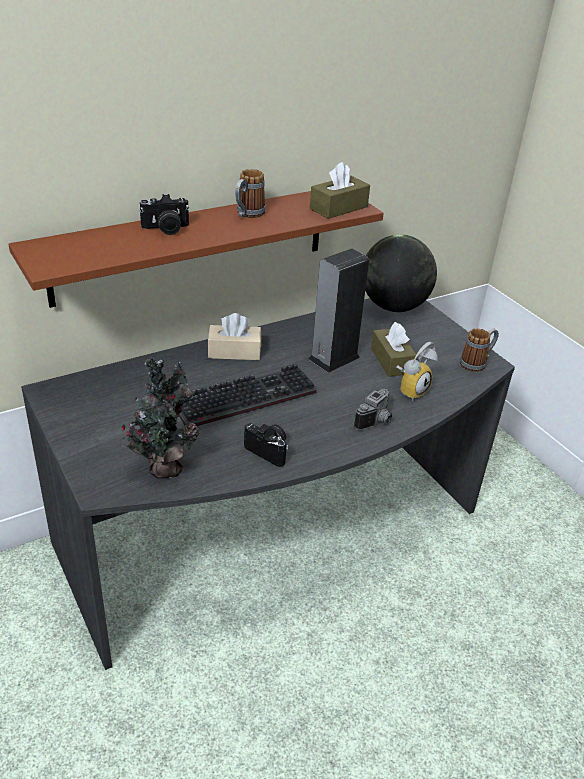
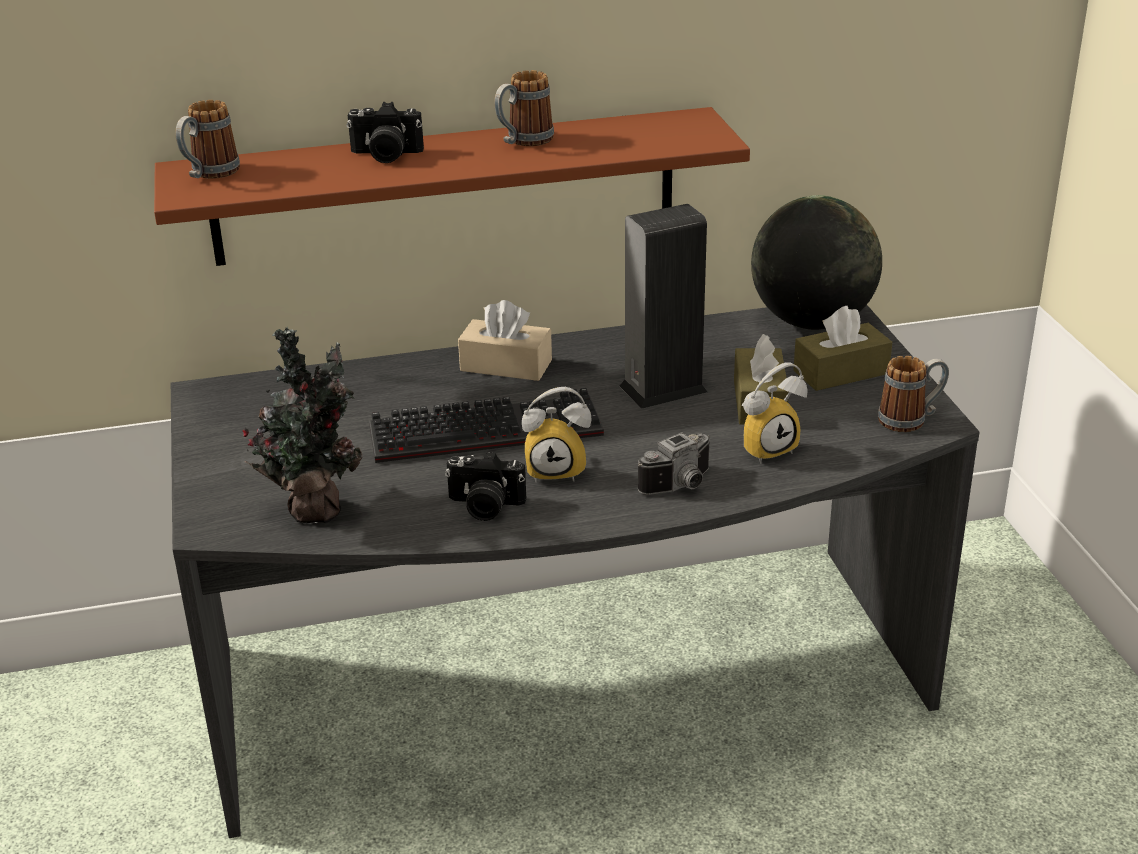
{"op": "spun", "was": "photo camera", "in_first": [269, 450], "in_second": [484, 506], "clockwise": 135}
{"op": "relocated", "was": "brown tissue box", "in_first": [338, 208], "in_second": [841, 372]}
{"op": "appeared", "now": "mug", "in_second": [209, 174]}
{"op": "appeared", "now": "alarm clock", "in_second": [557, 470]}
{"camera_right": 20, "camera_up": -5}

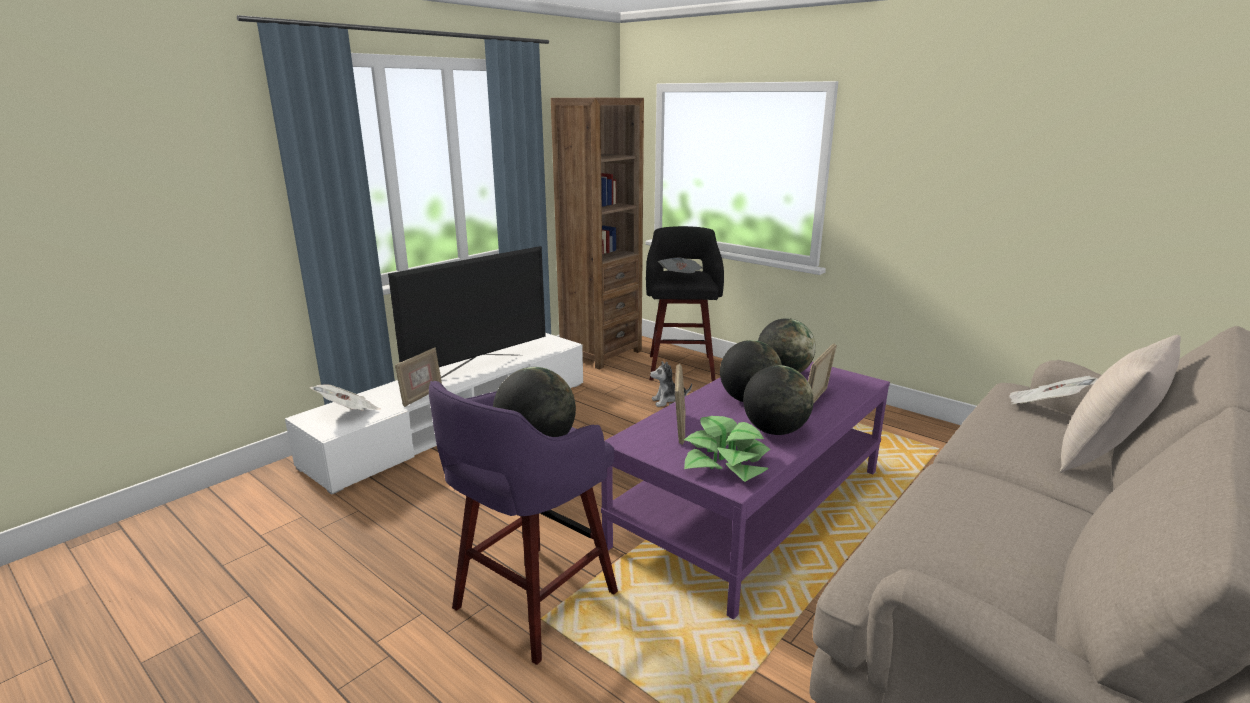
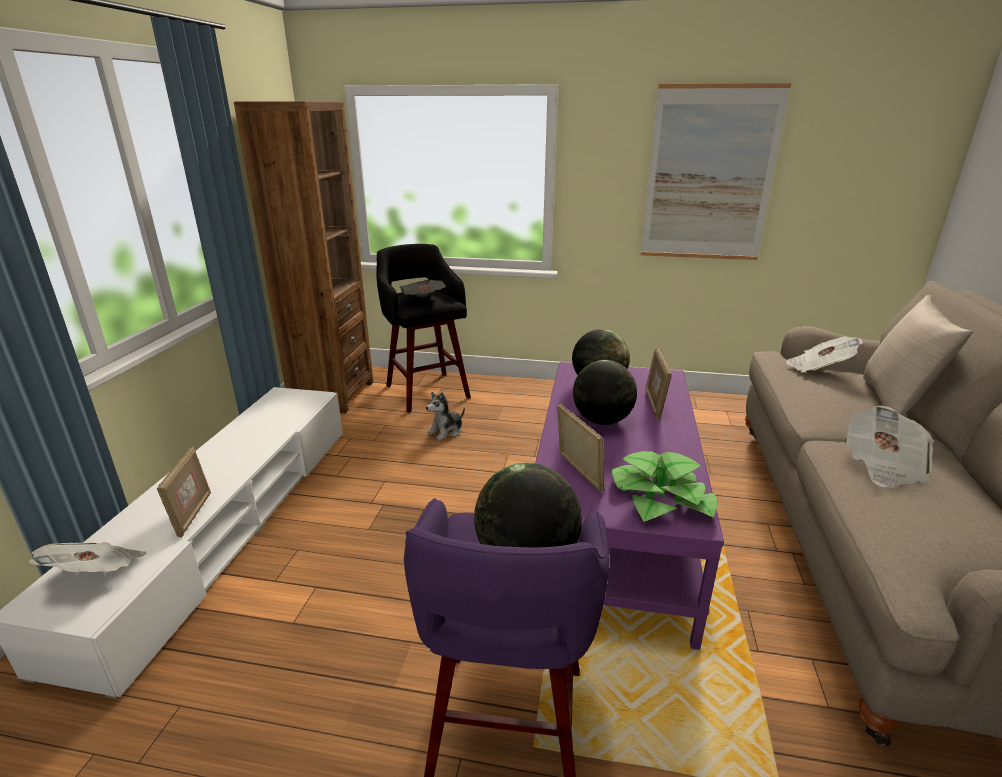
{"op": "missing", "was": "television", "in_first": [479, 367]}
{"op": "missing", "was": "globe", "in_first": [775, 431]}
{"op": "appeared", "now": "picture", "in_second": [709, 175]}
{"op": "appeared", "now": "newspaper", "in_second": [882, 466]}
{"camera_right": -30, "camera_up": 5}

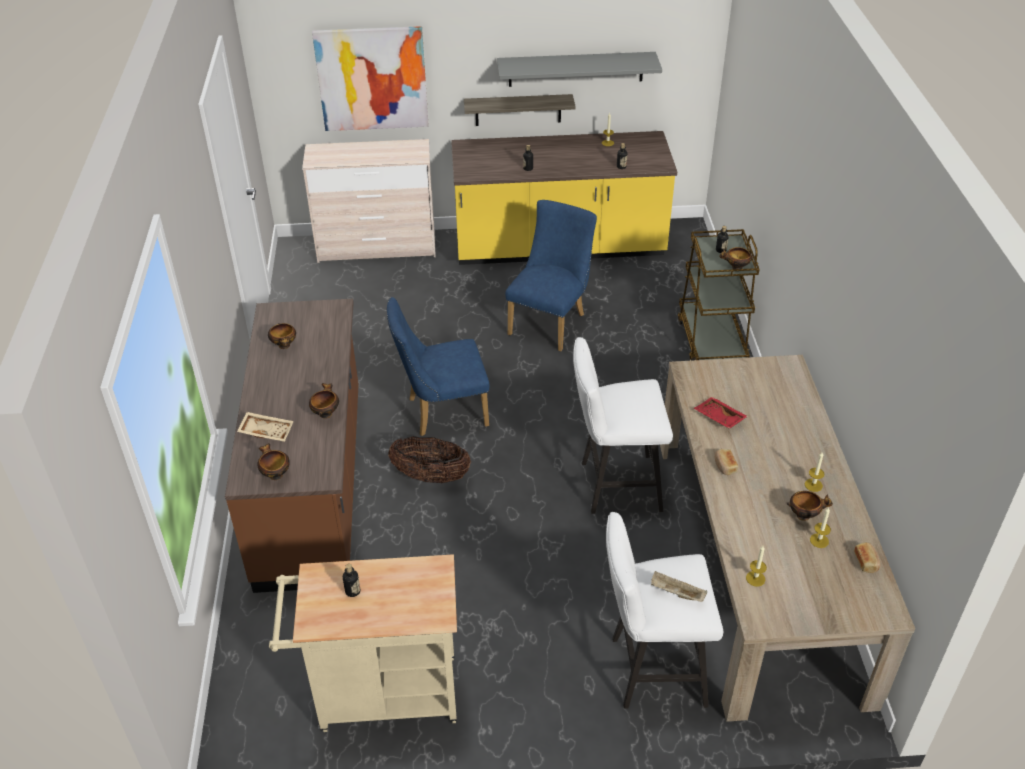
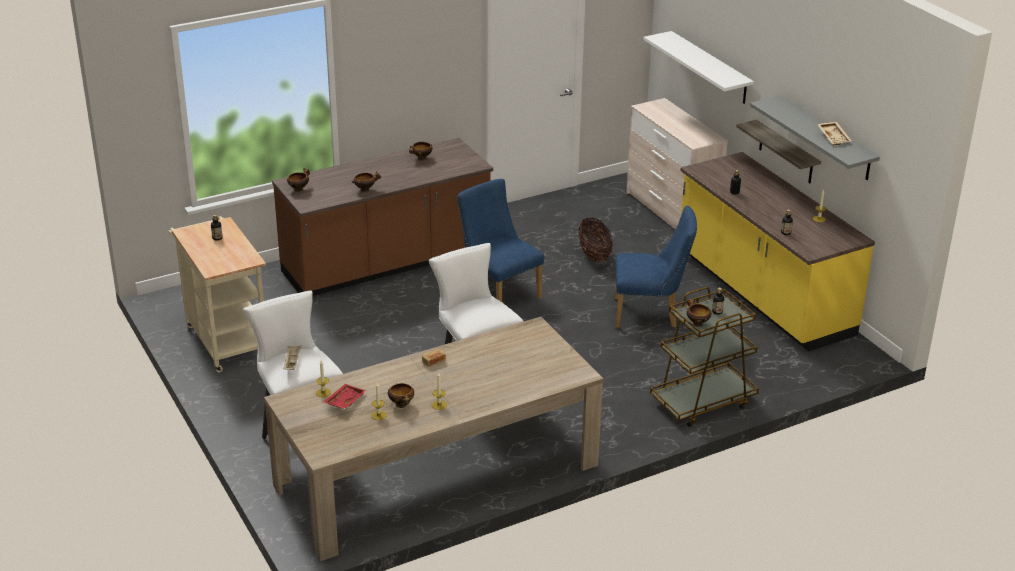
{"op": "relocated", "was": "beige tray", "in_first": [267, 431], "in_second": [834, 137]}
{"op": "exchanged", "was": "picture", "now": "white shelf", "in_first": [372, 79], "in_second": [710, 68]}
{"op": "relocated", "was": "basket", "in_first": [431, 476], "in_second": [594, 256]}
{"op": "relocated", "was": "red tray", "in_first": [718, 418], "in_second": [344, 401]}
{"op": "missing", "was": "bread", "in_first": [866, 562]}
{"camera_right": 65, "camera_up": -10}

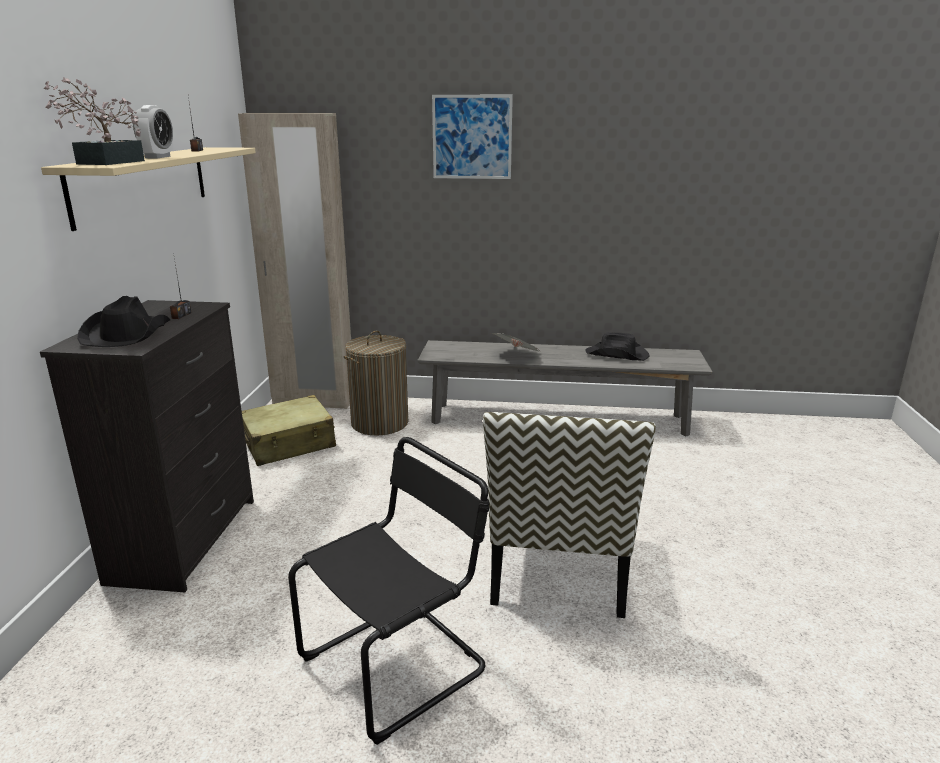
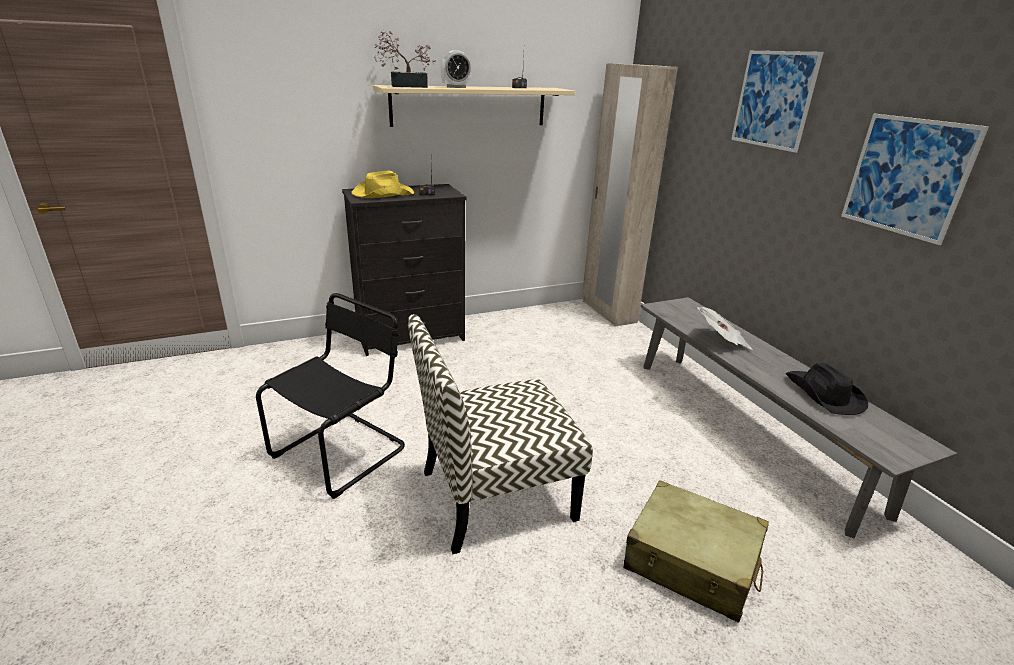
{"op": "colour", "was": "black hat", "now": "yellow hat", "in_first": [126, 334], "in_second": [382, 194]}
{"op": "relocated", "was": "beige suitcase", "in_first": [289, 443], "in_second": [692, 562]}
{"op": "spun", "was": "black chair", "in_first": [399, 662], "in_second": [343, 450], "clockwise": -75}
{"op": "missing", "was": "laundry basket", "in_first": [380, 423]}
{"op": "appeared", "now": "picture", "in_second": [907, 176]}
{"camera_right": 60, "camera_up": 5}

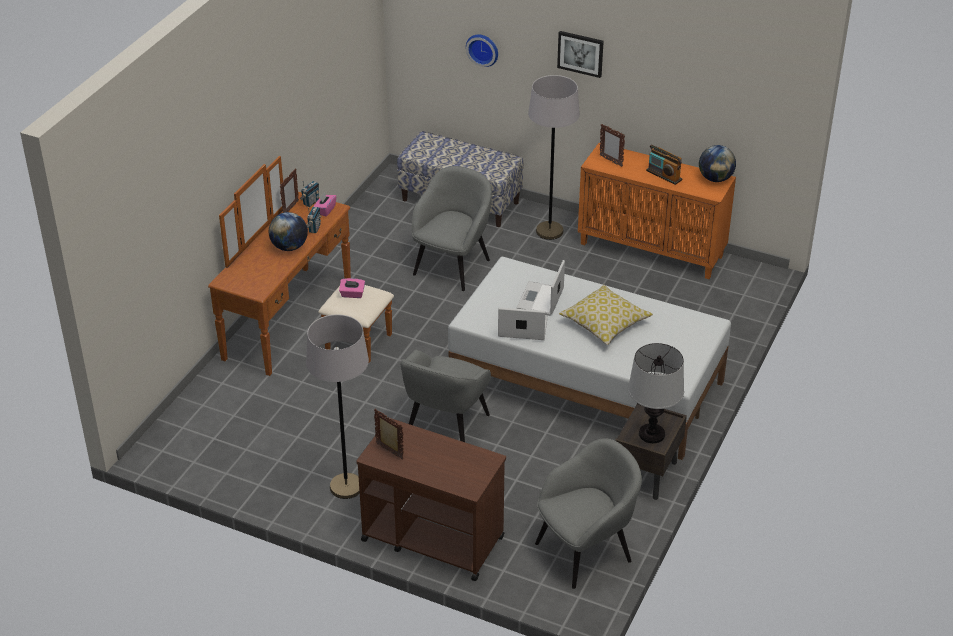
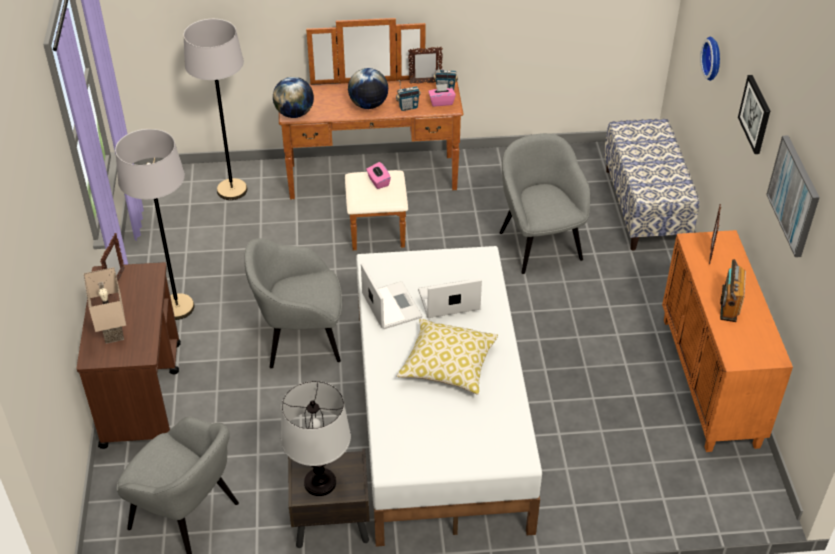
{"op": "spun", "was": "grey armchair", "in_first": [452, 266], "in_second": [539, 244], "clockwise": -105}
{"op": "relocated", "was": "grey floor lamp", "in_first": [549, 231], "in_second": [232, 190]}
{"op": "relocated", "was": "globe", "in_first": [715, 178], "in_second": [294, 114]}
{"op": "appeared", "now": "beige table lamp", "in_second": [111, 331]}
{"op": "appeared", "now": "picture", "in_second": [794, 195]}
{"camera_right": 60, "camera_up": 5}

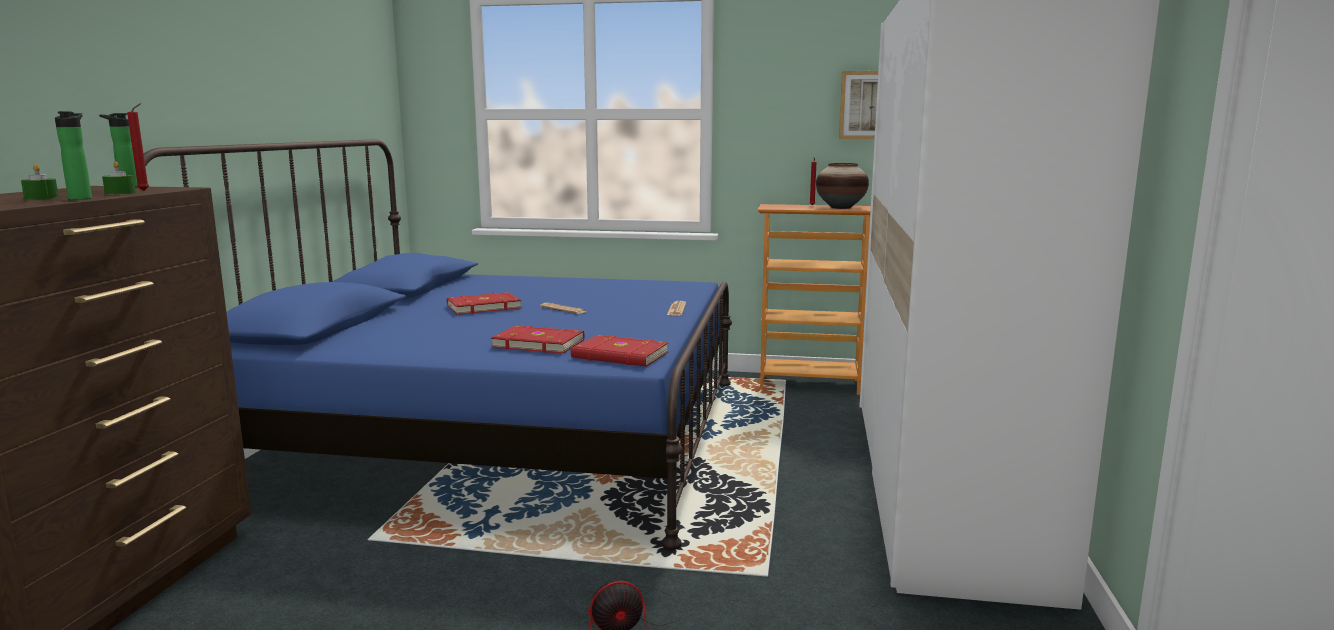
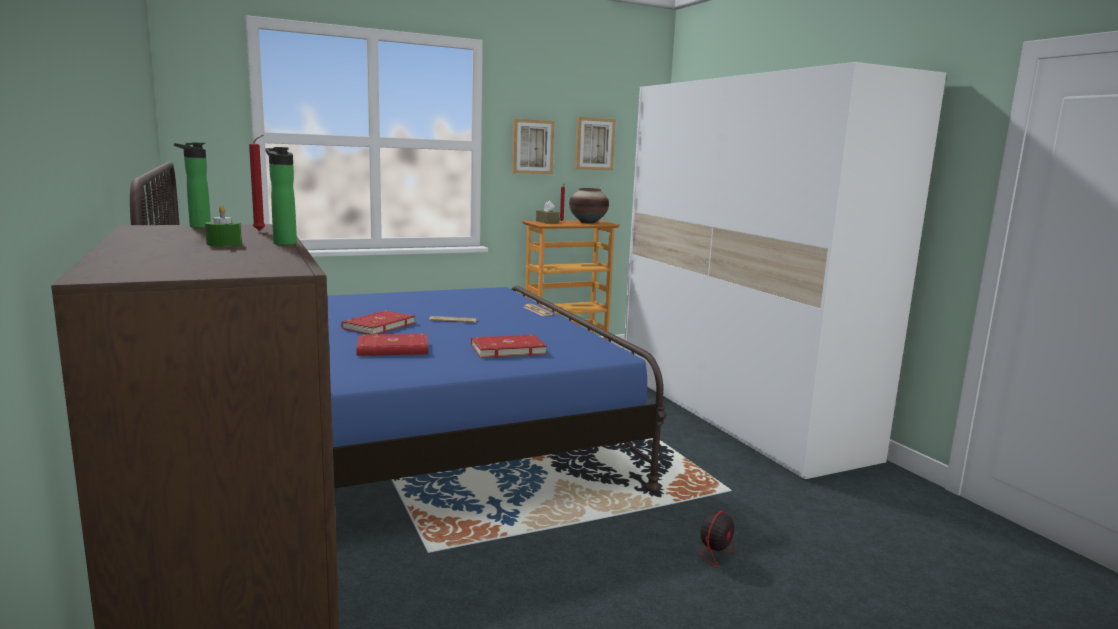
{"op": "missing", "was": "green candle", "in_first": [120, 193]}
{"op": "relocated", "was": "red book", "in_first": [620, 356], "in_second": [393, 349]}
{"op": "appeared", "now": "picture", "in_second": [532, 146]}
{"op": "appeared", "now": "brown tissue box", "in_second": [547, 222]}
{"camera_right": -35, "camera_up": 0}

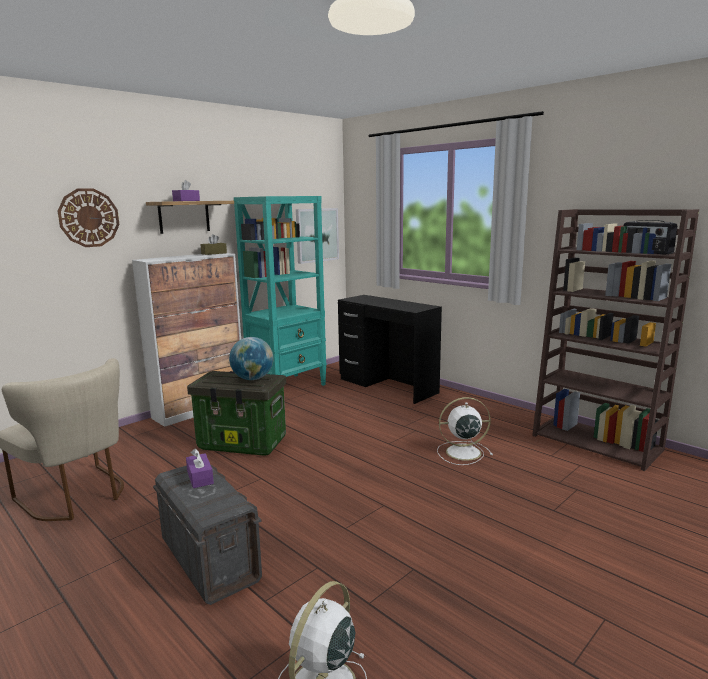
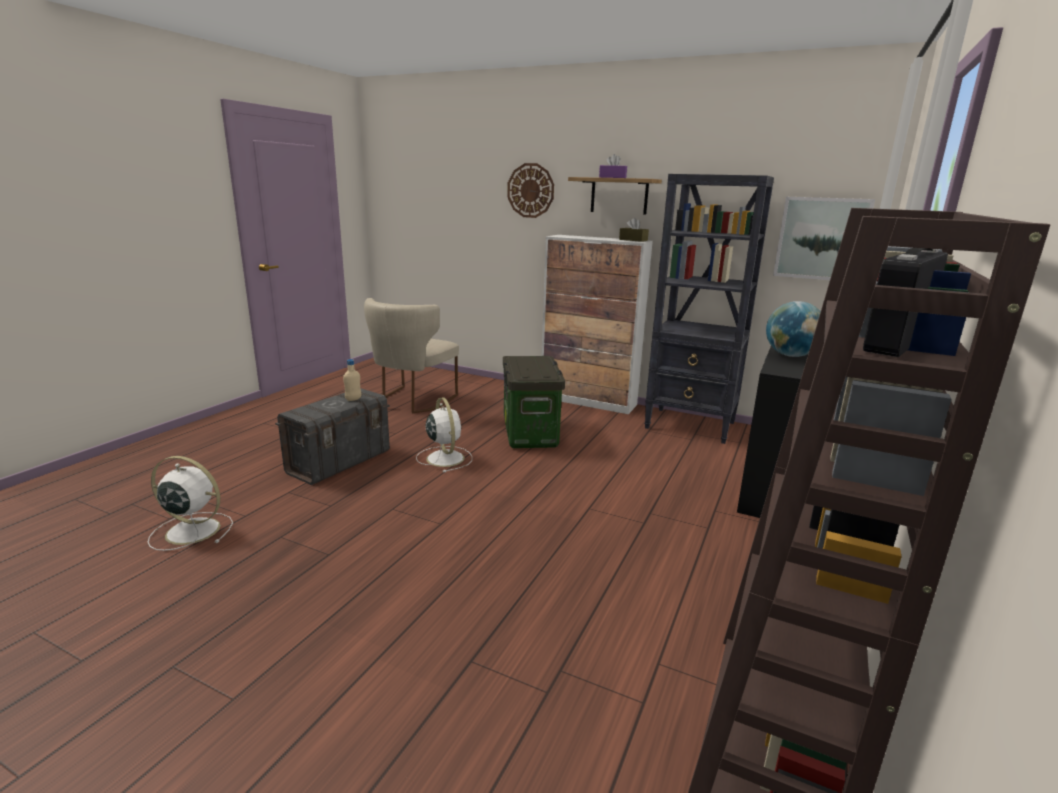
{"op": "exchanged", "was": "purple tissue box", "now": "beige bottle", "in_first": [200, 477], "in_second": [353, 399]}
{"op": "relocated", "was": "globe", "in_first": [253, 379], "in_second": [791, 355]}
{"op": "colour", "was": "turquoise bookcase", "now": "black bookcase", "in_first": [288, 387], "in_second": [691, 425]}
{"op": "relocated", "was": "white fan", "in_first": [461, 452], "in_second": [444, 458]}
{"camera_right": 70, "camera_up": 5}

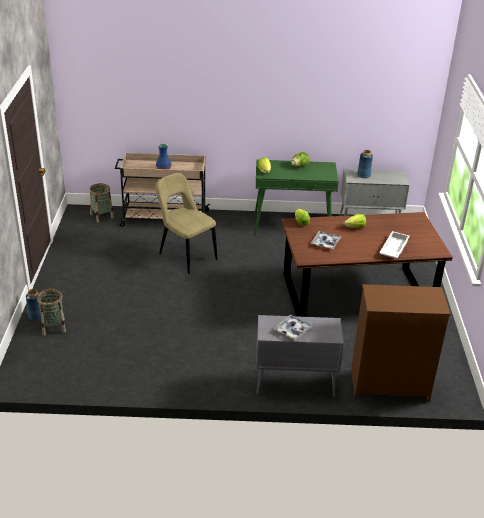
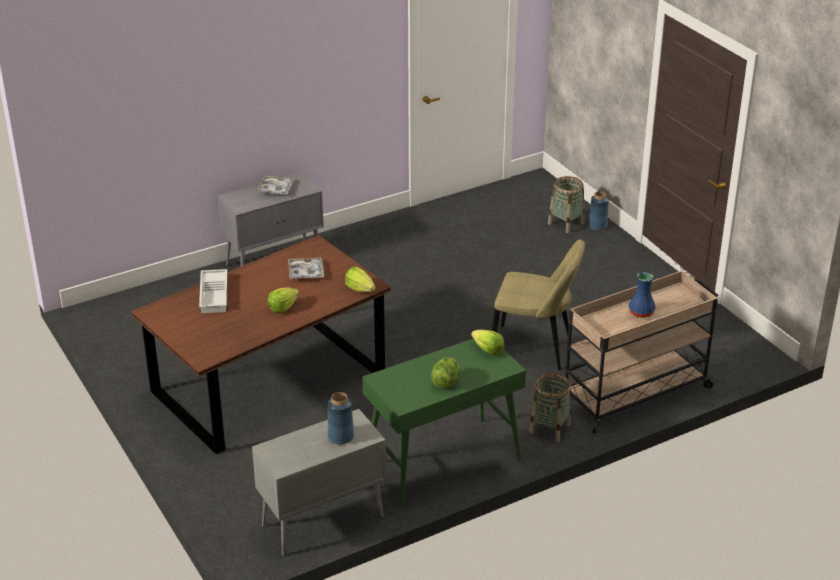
{"op": "relocated", "was": "basket", "in_first": [102, 216], "in_second": [550, 428]}
{"op": "missing", "was": "brown dresser", "in_first": [389, 385]}
{"camera_right": 150, "camera_up": 0}

